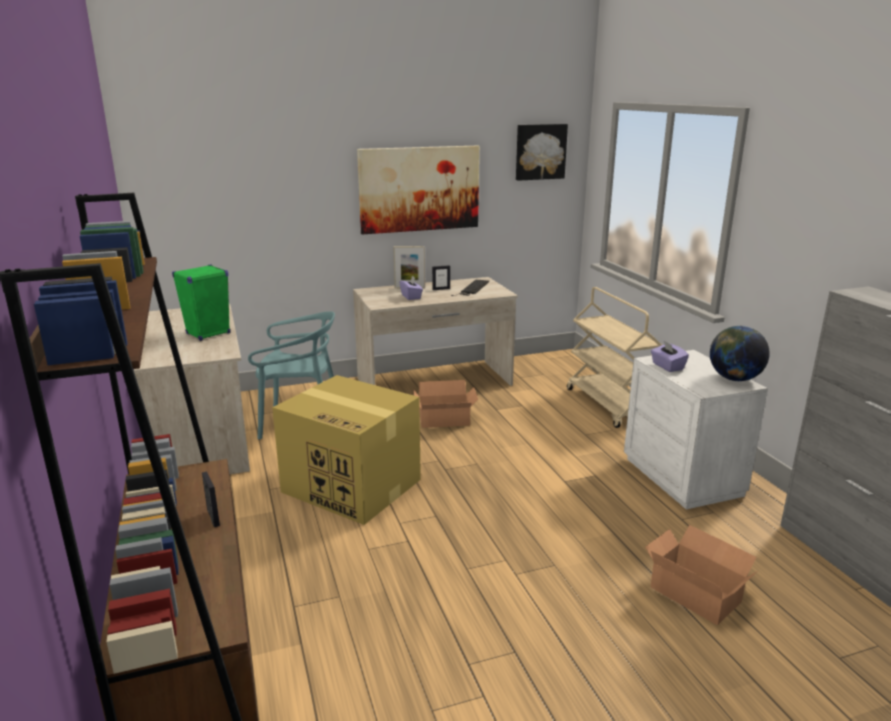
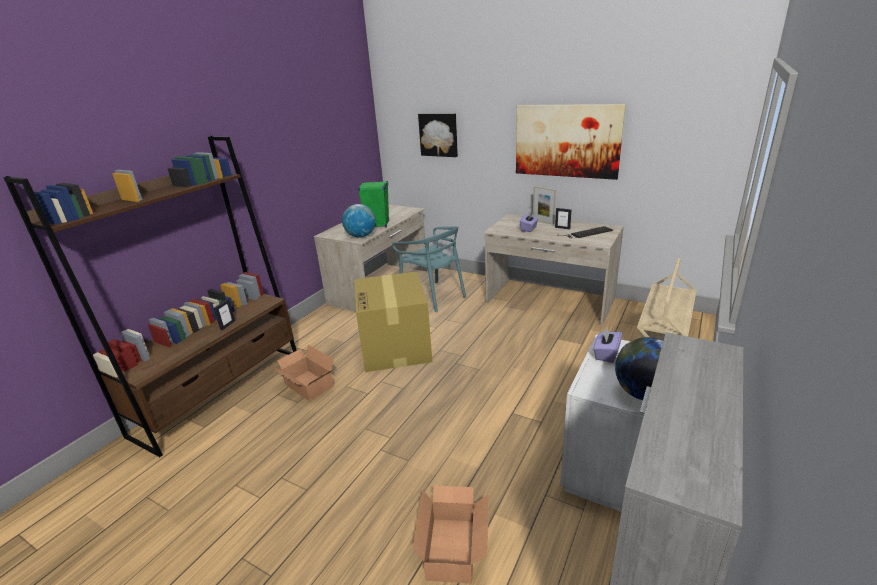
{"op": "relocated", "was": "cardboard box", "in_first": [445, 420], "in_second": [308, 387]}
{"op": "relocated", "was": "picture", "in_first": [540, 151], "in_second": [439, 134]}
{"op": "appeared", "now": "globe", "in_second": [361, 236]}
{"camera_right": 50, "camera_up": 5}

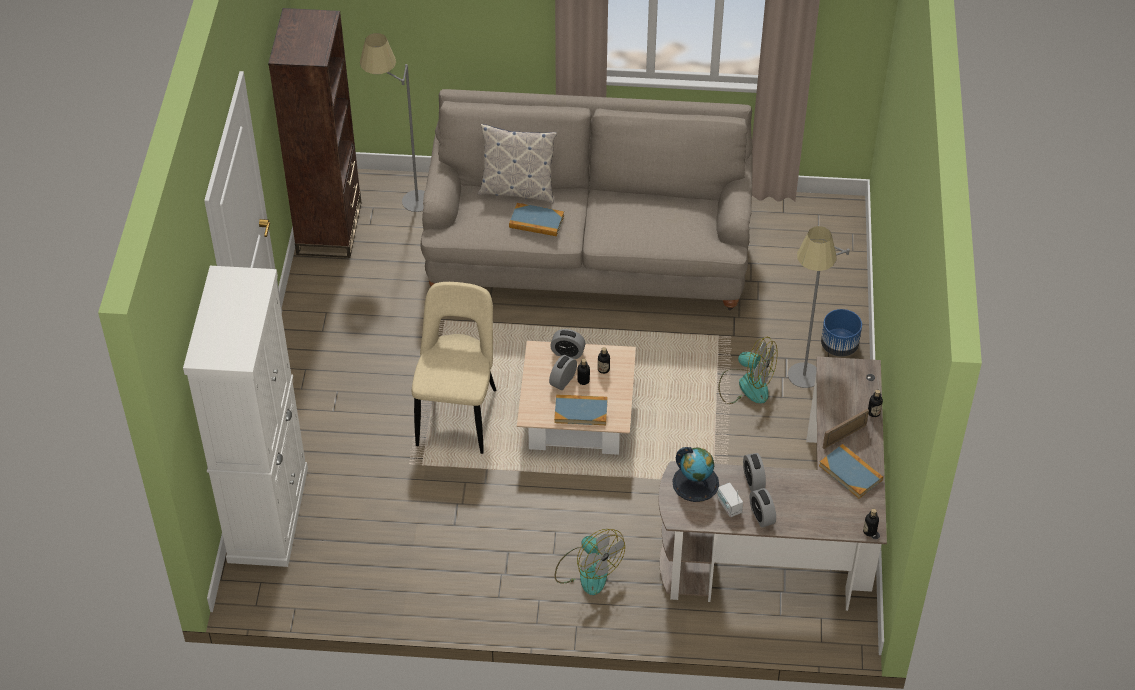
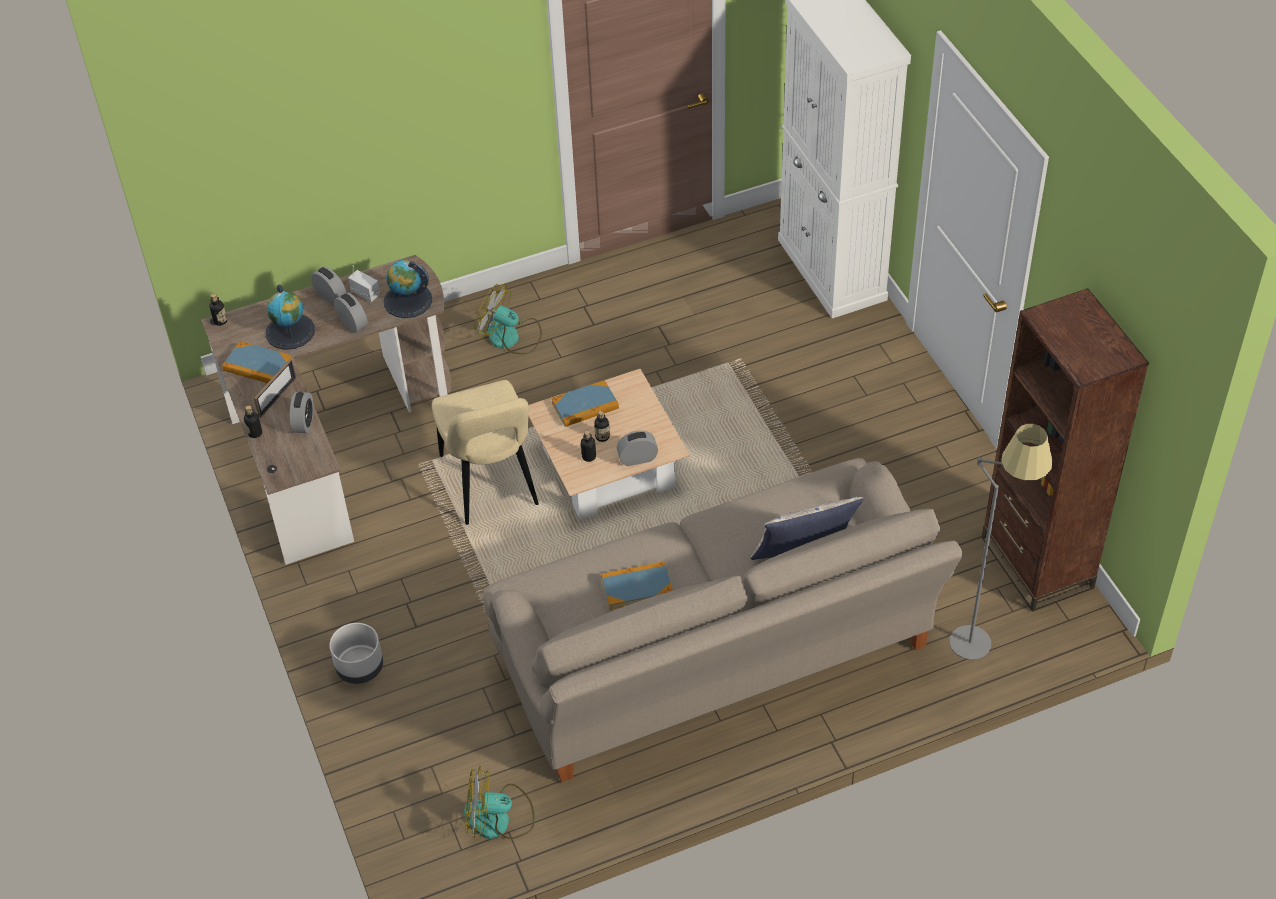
{"op": "relocated", "was": "beige chair", "in_first": [458, 413], "in_second": [490, 484]}
{"op": "relocated", "was": "book", "in_first": [536, 222], "in_second": [637, 587]}
{"op": "relocated", "was": "alarm clock", "in_first": [563, 381], "in_second": [304, 423]}
{"op": "relocated", "was": "fan", "in_first": [746, 385], "in_second": [498, 819]}
{"op": "missing", "was": "grey floor lamp", "in_first": [801, 386]}
{"op": "colour", "was": "blue planter", "now": "grey planter", "in_first": [839, 346], "in_second": [359, 668]}
{"op": "appeared", "now": "globe", "in_second": [290, 331]}
{"camera_right": 155, "camera_up": 0}

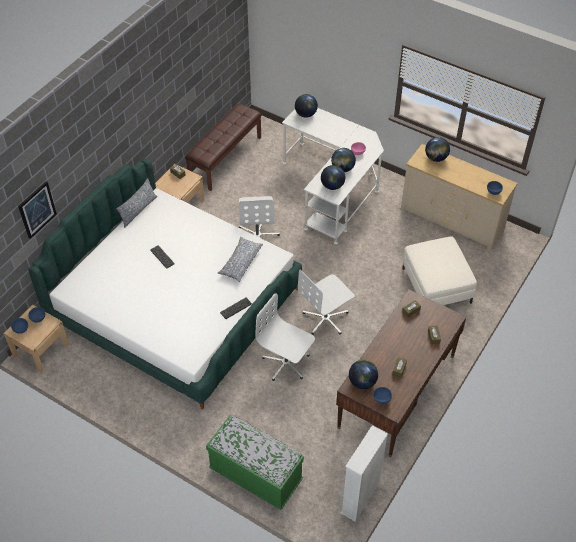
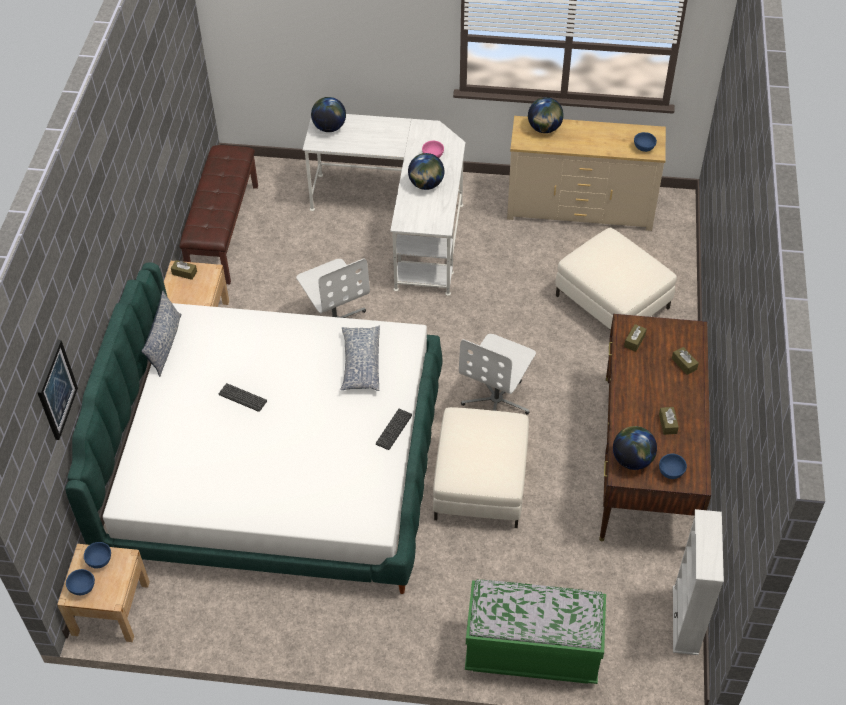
{"op": "exchanged", "was": "white office chair", "now": "white ottoman", "in_first": [286, 363], "in_second": [480, 482]}
{"op": "missing", "was": "globe", "in_first": [332, 186]}
{"camera_right": -25, "camera_up": 0}

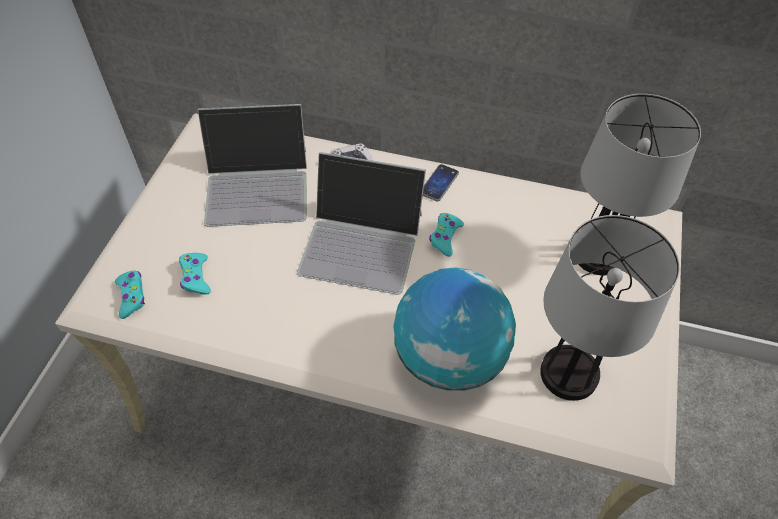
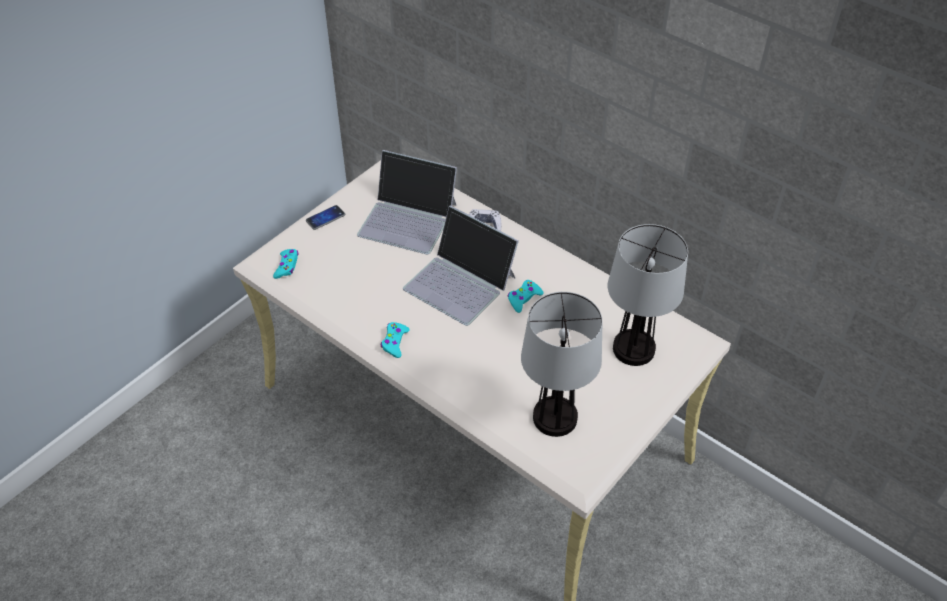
{"op": "relocated", "was": "turquoise game controller", "in_first": [196, 277], "in_second": [394, 342]}
{"op": "missing", "was": "globe", "in_first": [449, 357]}
{"op": "relocated", "was": "phone", "in_first": [439, 183], "in_second": [325, 218]}
{"camera_right": 25, "camera_up": -5}

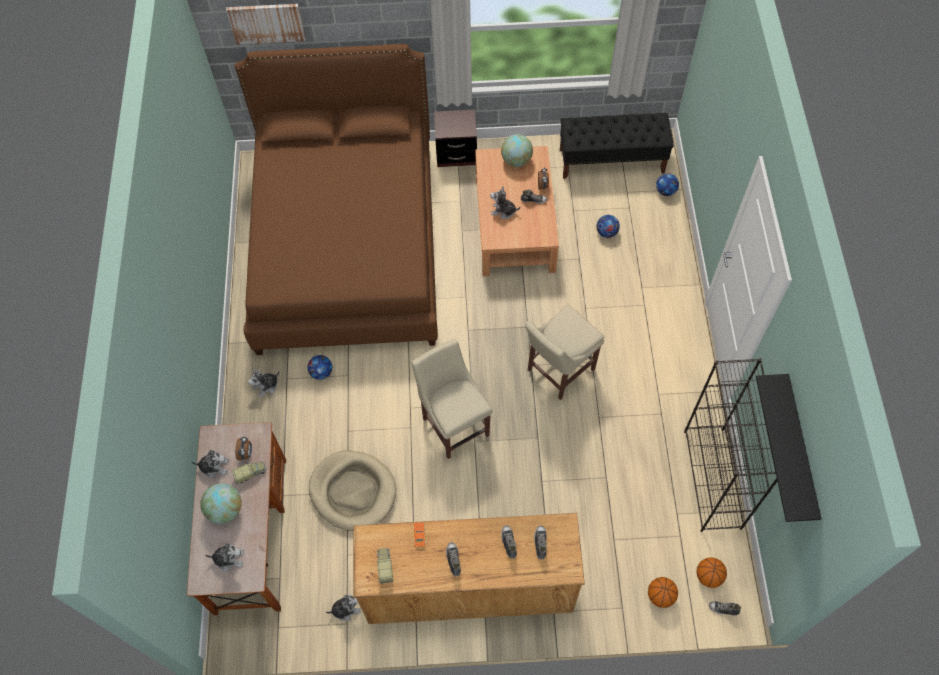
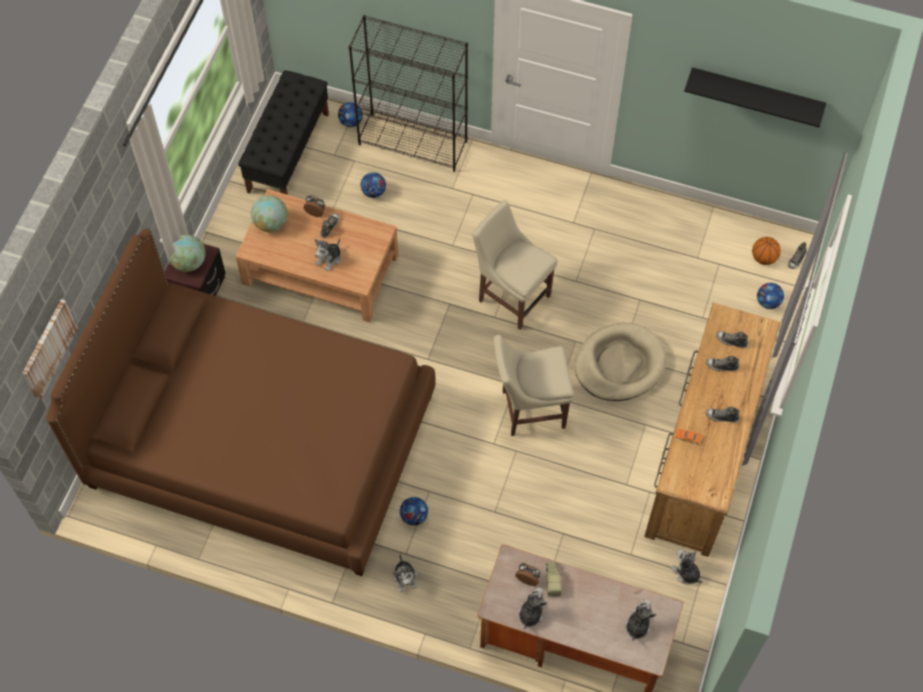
{"op": "relocated", "was": "globe", "in_first": [225, 509], "in_second": [189, 262]}
{"op": "relocated", "was": "beige dog bed", "in_first": [353, 491], "in_second": [619, 364]}
{"op": "spun", "was": "plush toy", "in_first": [346, 608], "in_second": [686, 572], "clockwise": -45}
{"op": "missing", "was": "toy truck", "in_first": [385, 566]}
{"op": "spun", "was": "beige chair", "in_first": [558, 371], "in_second": [511, 296], "clockwise": 150}
{"op": "exchanged", "was": "basketball", "now": "football", "in_first": [660, 596], "in_second": [768, 302]}
{"op": "relocated", "was": "black bookcase", "in_first": [713, 479], "in_second": [413, 143]}
{"camera_right": -70, "camera_up": 0}

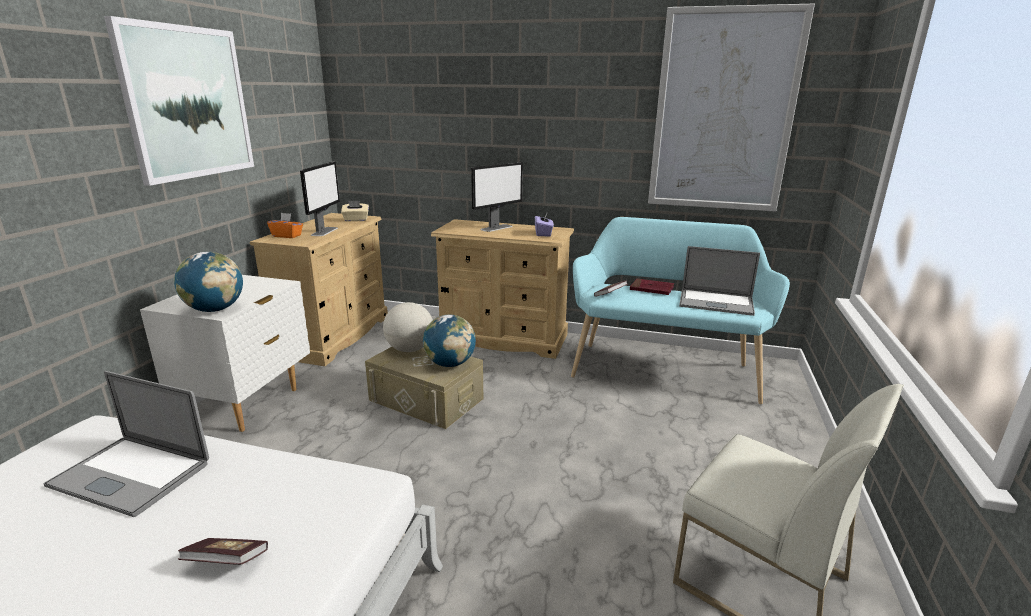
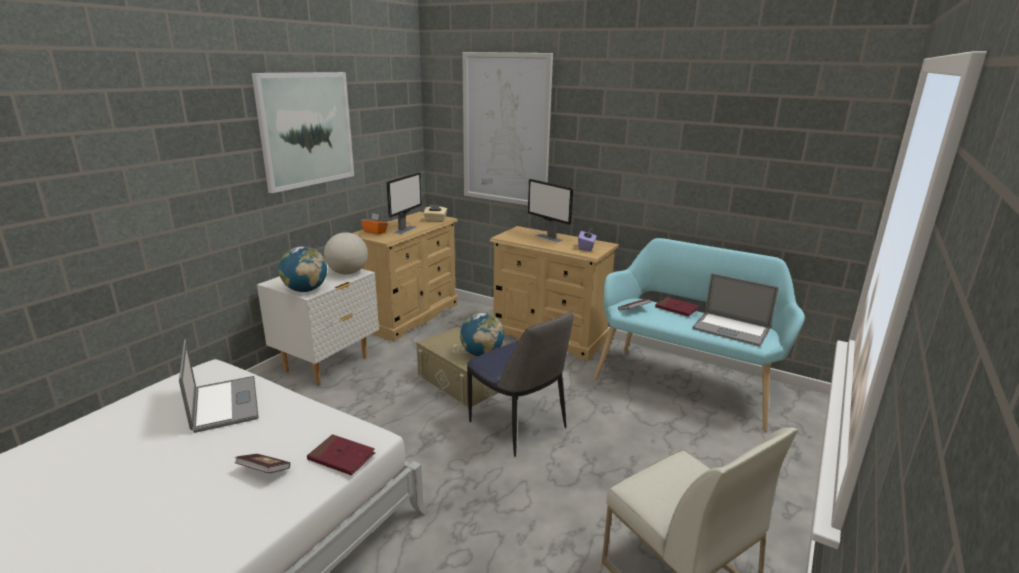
{"op": "spun", "was": "laptop", "in_first": [130, 474], "in_second": [224, 404], "clockwise": -150}
{"op": "relocated", "was": "globe", "in_first": [409, 349], "in_second": [347, 273]}
{"op": "spun", "was": "monitor", "in_first": [496, 228], "in_second": [548, 238], "clockwise": 75}
{"op": "relocated", "was": "picture", "in_first": [723, 112], "in_second": [506, 130]}
{"op": "appeared", "now": "red book", "in_second": [341, 457]}
{"op": "appeared", "now": "chair", "in_second": [519, 427]}
{"camera_right": 15, "camera_up": 0}

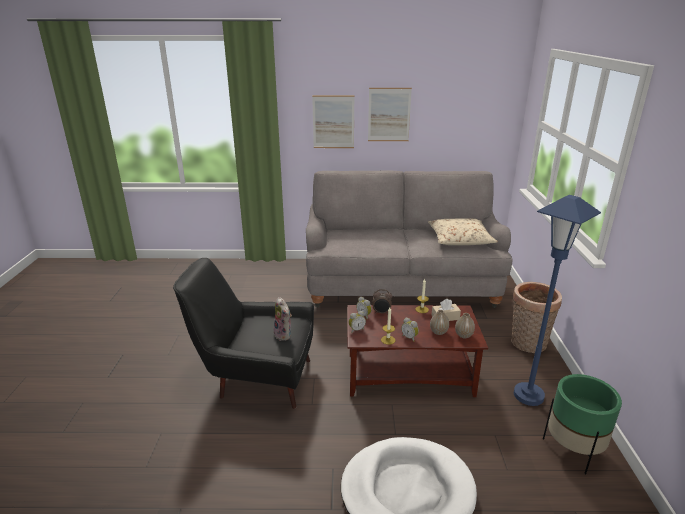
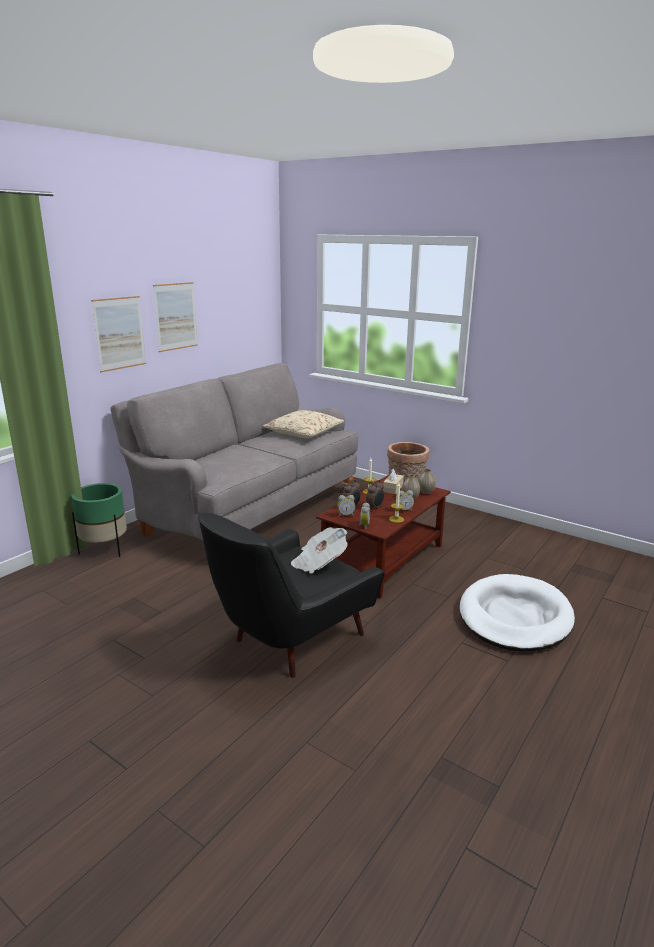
{"op": "exchanged", "was": "plush toy", "now": "newspaper", "in_first": [284, 335], "in_second": [319, 563]}
{"op": "missing", "was": "blue floor lamp", "in_first": [528, 395]}
{"op": "relocated", "was": "green planter", "in_first": [573, 450], "in_second": [104, 549]}
{"op": "appeared", "now": "alarm clock", "in_second": [375, 508]}
{"camera_right": -55, "camera_up": -5}

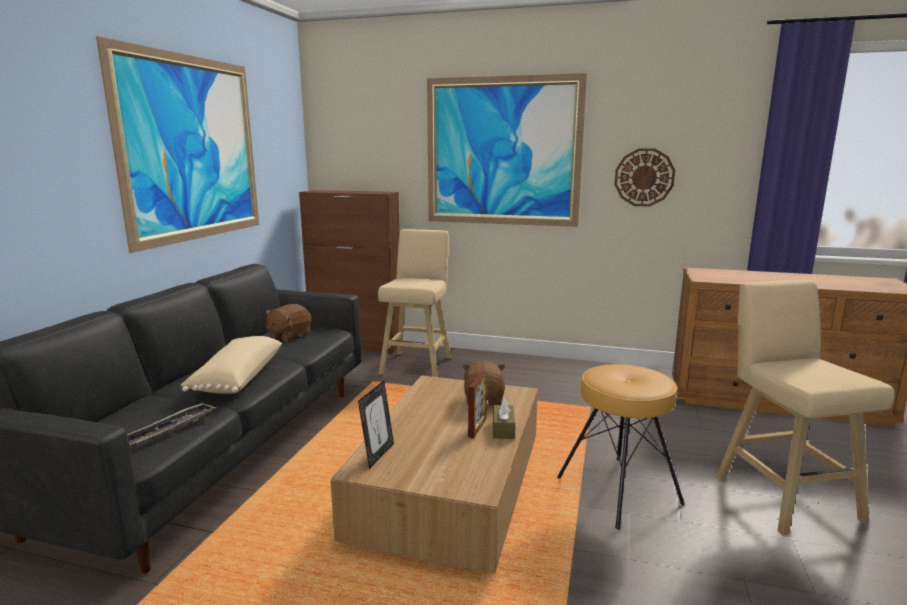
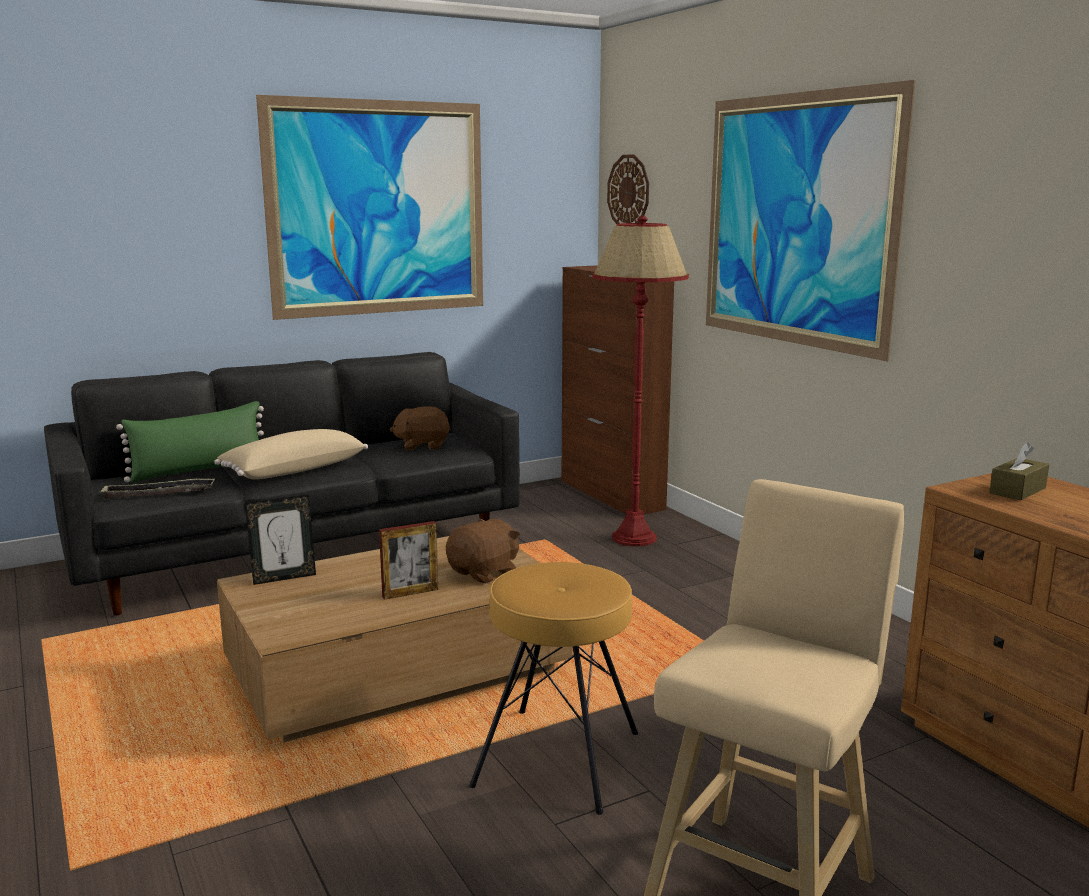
{"op": "exchanged", "was": "beige stool", "now": "red floor lamp", "in_first": [417, 364], "in_second": [634, 538]}
{"op": "relocated", "was": "brown tissue box", "in_first": [503, 429], "in_second": [1017, 490]}
{"op": "relocated", "was": "wall clock", "in_first": [644, 177], "in_second": [628, 192]}
{"op": "appeared", "now": "green pillow", "in_second": [200, 470]}
{"camera_right": 45, "camera_up": 0}

